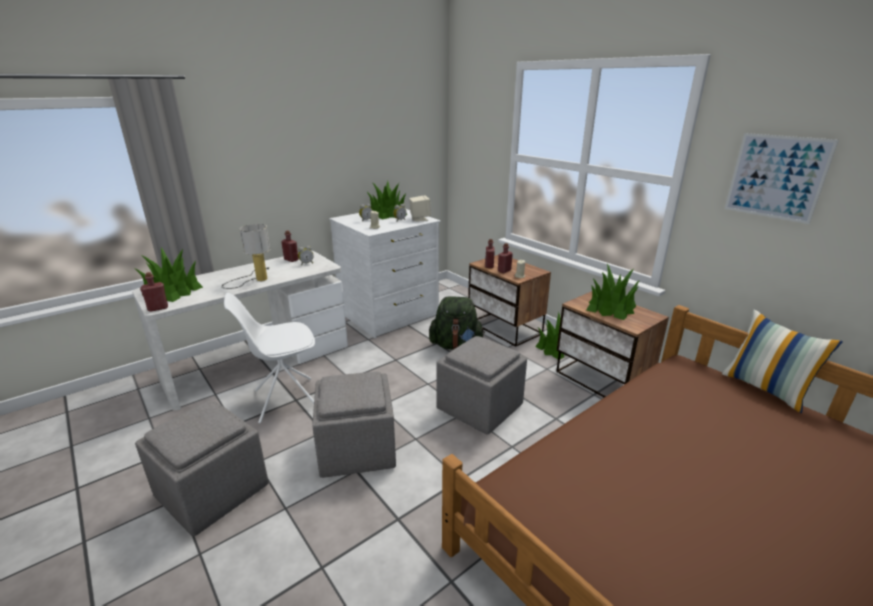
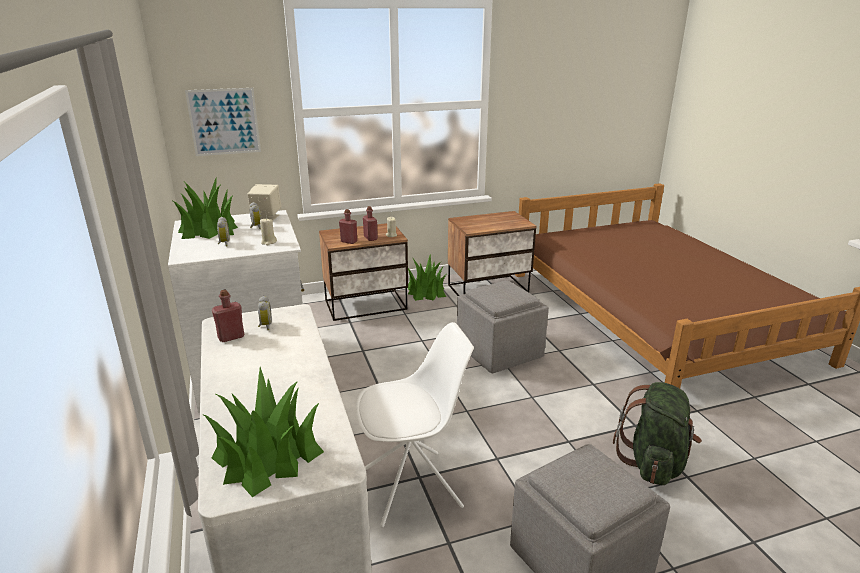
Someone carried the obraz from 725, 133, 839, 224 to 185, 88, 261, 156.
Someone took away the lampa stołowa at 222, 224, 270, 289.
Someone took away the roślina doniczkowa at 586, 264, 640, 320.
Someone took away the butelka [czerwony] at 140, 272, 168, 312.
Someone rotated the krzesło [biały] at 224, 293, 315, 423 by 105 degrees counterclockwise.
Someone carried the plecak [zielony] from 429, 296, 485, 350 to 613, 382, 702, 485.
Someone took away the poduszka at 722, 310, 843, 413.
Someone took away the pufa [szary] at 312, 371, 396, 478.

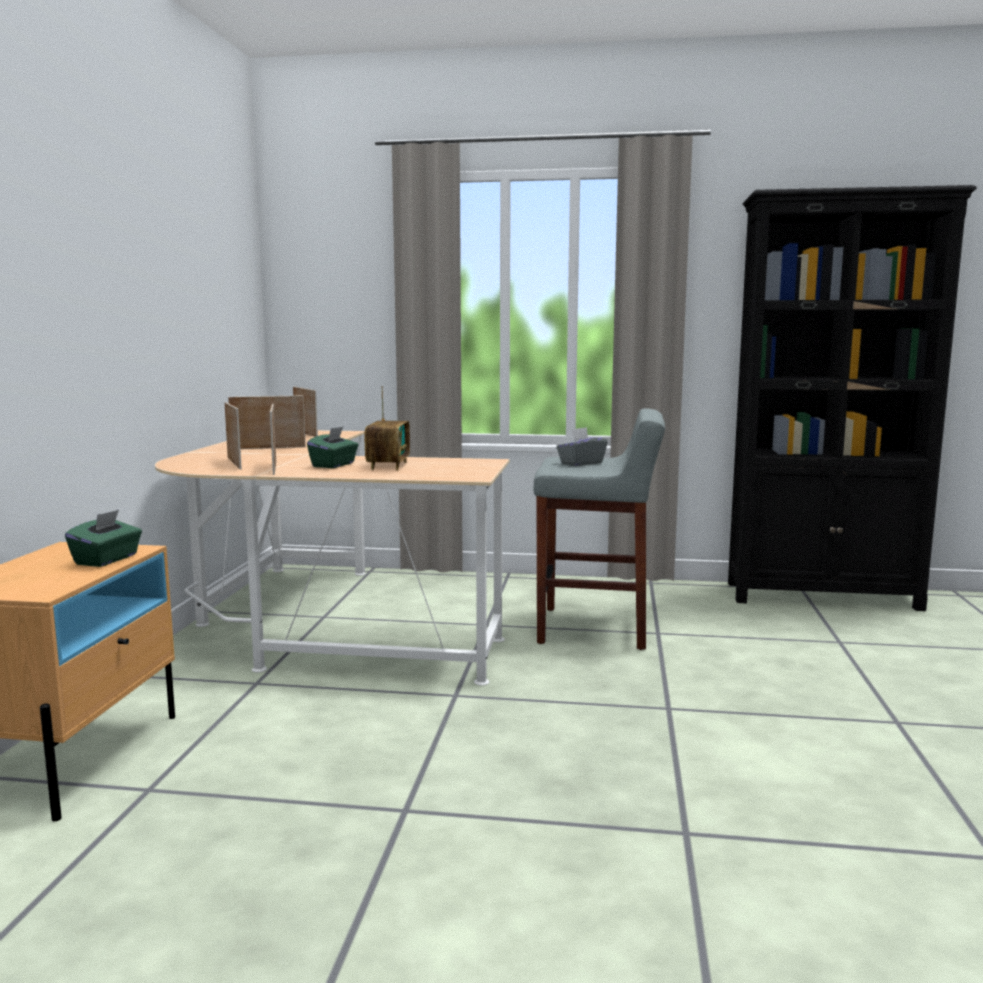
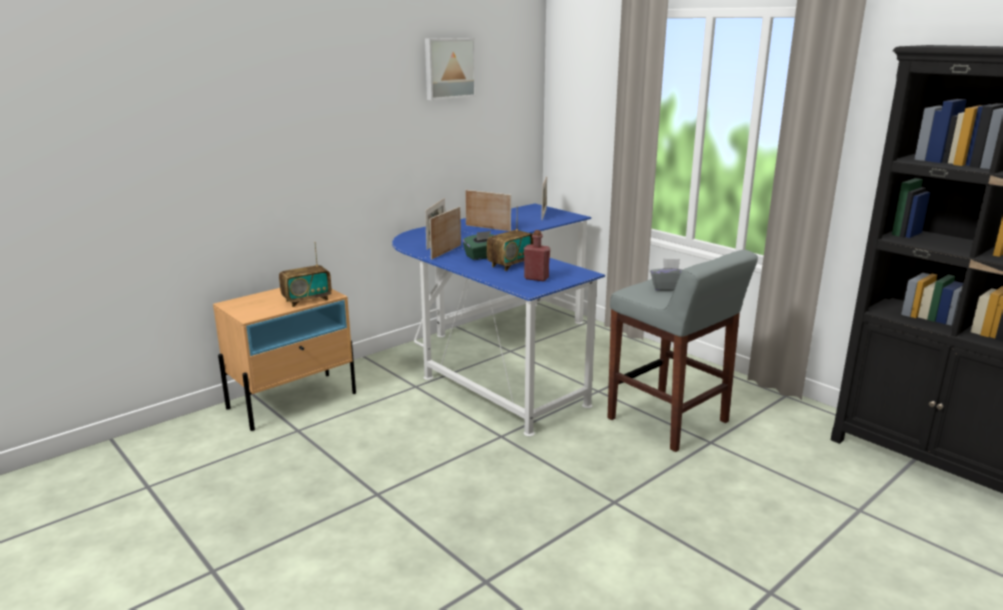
Someone repainted the biurko [beżowy] at 155, 430, 510, 686, which became the biurko [niebieski] at 392, 204, 605, 436.
Someone swapped the pudełko chusteczek [zielony] at 65, 510, 142, 567 for the radio at 279, 242, 332, 307.
Someone put up the obraz at 425, 38, 476, 100.
Someone put down the butelka [czerwony] at 524, 230, 550, 281.

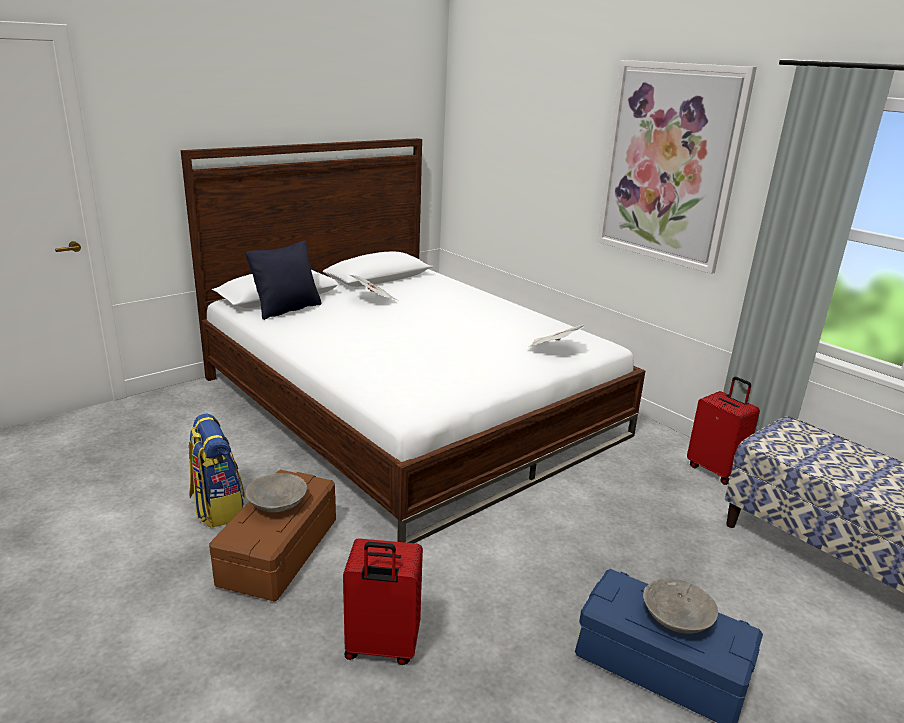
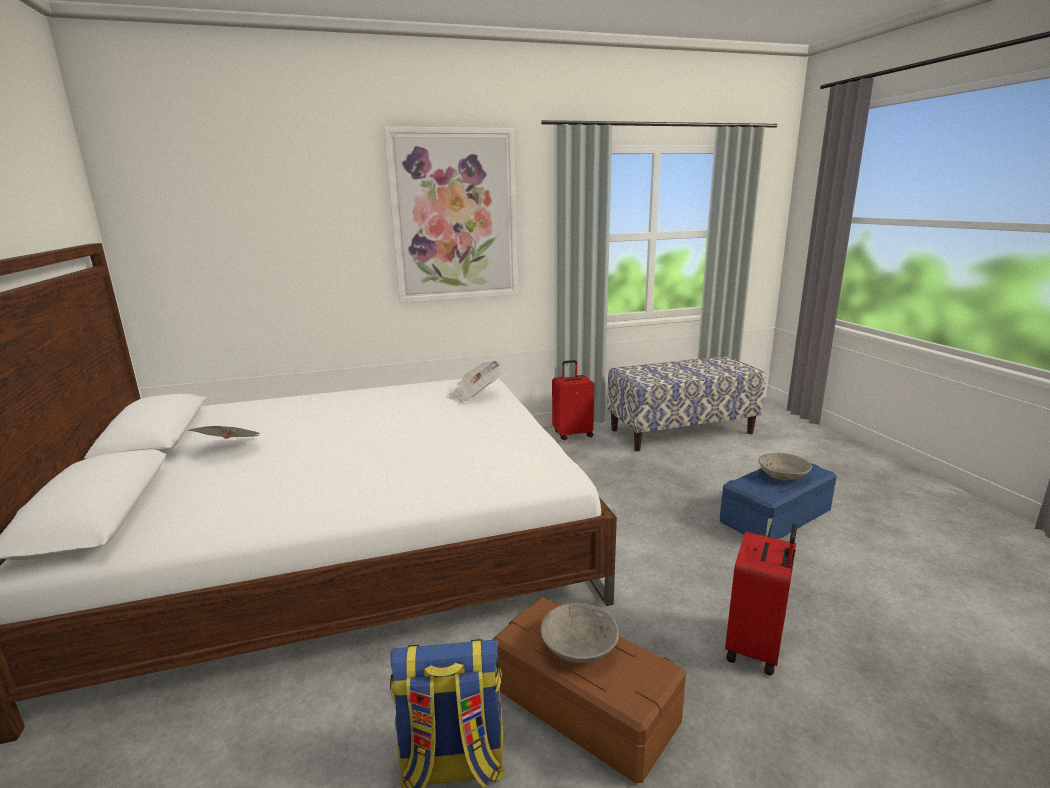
Someone took away the poduszka [czarny] at 246, 241, 321, 320.

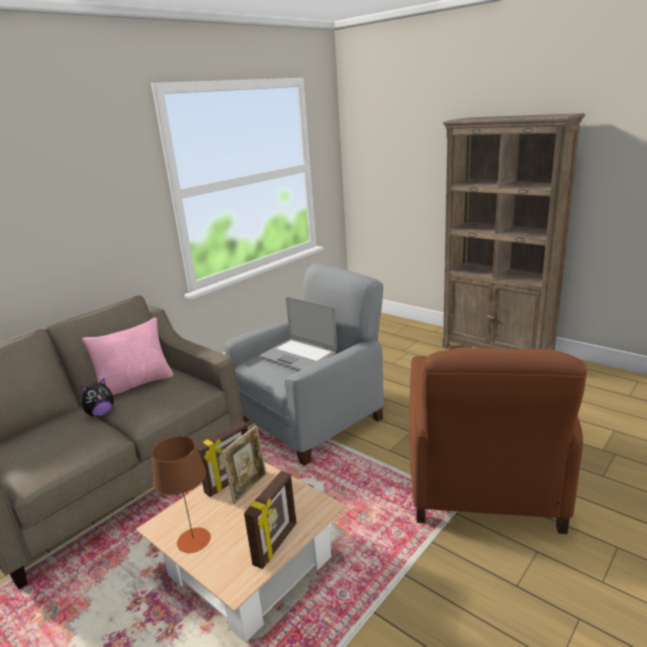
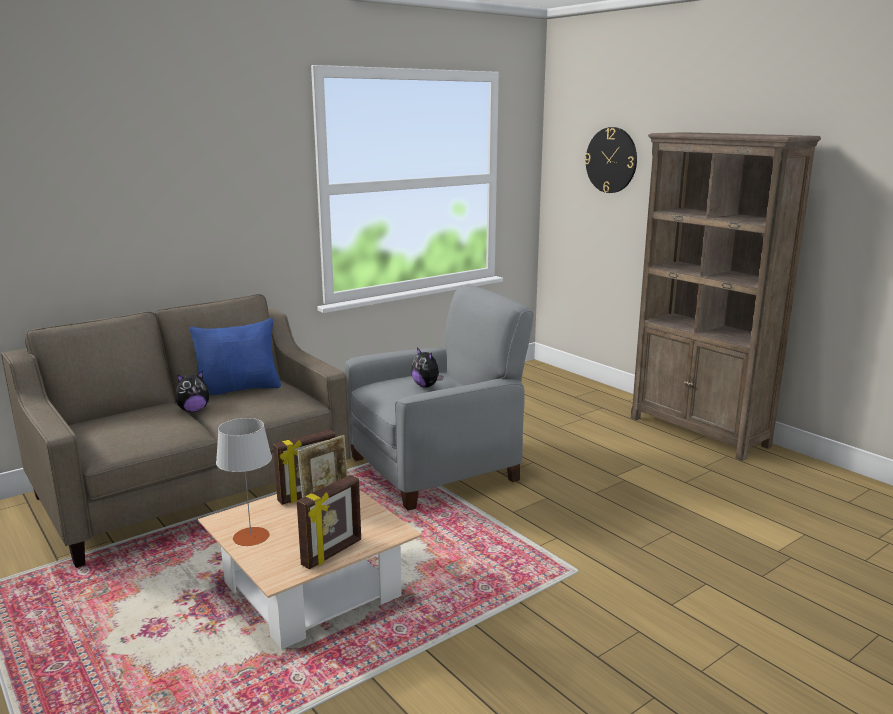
Someone swapped the laptop at 260, 297, 337, 370 for the pluszak at 411, 348, 443, 388.
Someone repainted the poduszka [różowy] at 82, 317, 173, 395, which became the poduszka [niebieski] at 189, 318, 281, 395.
Someone took away the fotel [brązowy] at 409, 348, 587, 534.
Someone repainted the lampa stołowa [brązowy] at 152, 436, 211, 553, which became the lampa stołowa [szary] at 216, 418, 272, 546.
Someone put up the zegar ścienny at 584, 127, 637, 193.

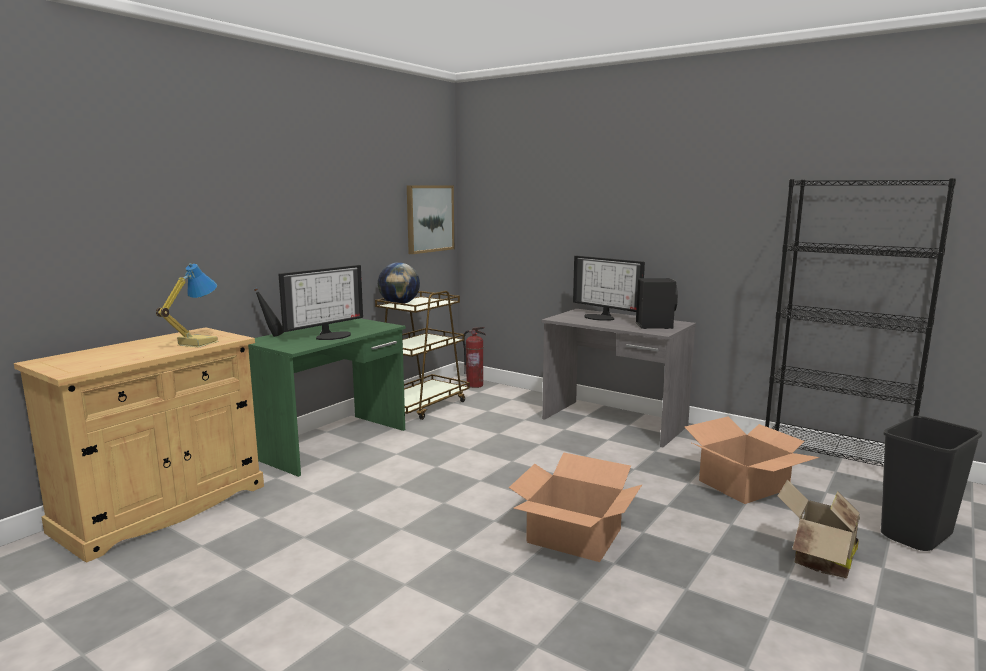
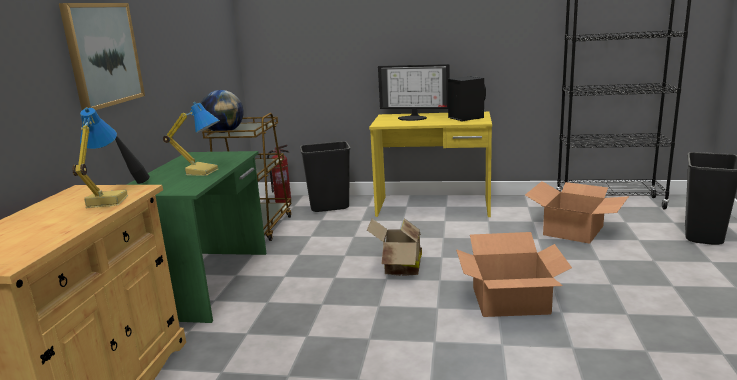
Someone carried the obraz from 407, 185, 454, 254 to 59, 3, 145, 110.
Someone swapped the monitor at 278, 265, 363, 340 for the lampa stołowa at 163, 102, 220, 176.
Someone repainted the biurko [szary] at 542, 309, 696, 447, which became the biurko [żółty] at 369, 112, 492, 217.
Someone carried the karton from 778, 479, 860, 578 to 367, 218, 422, 276.
Someone put down the kosz na śmieci [czarny] at 300, 141, 350, 212.

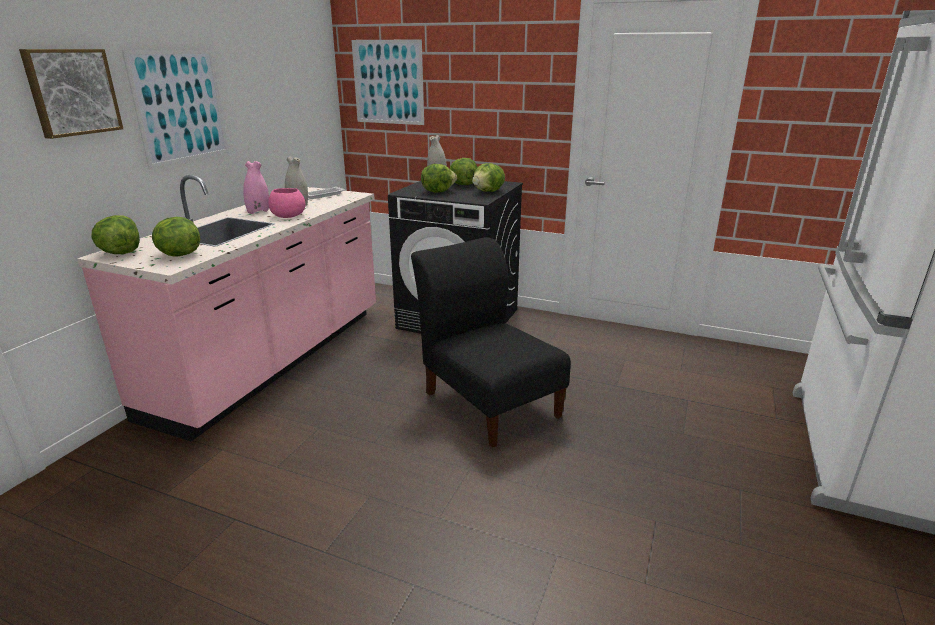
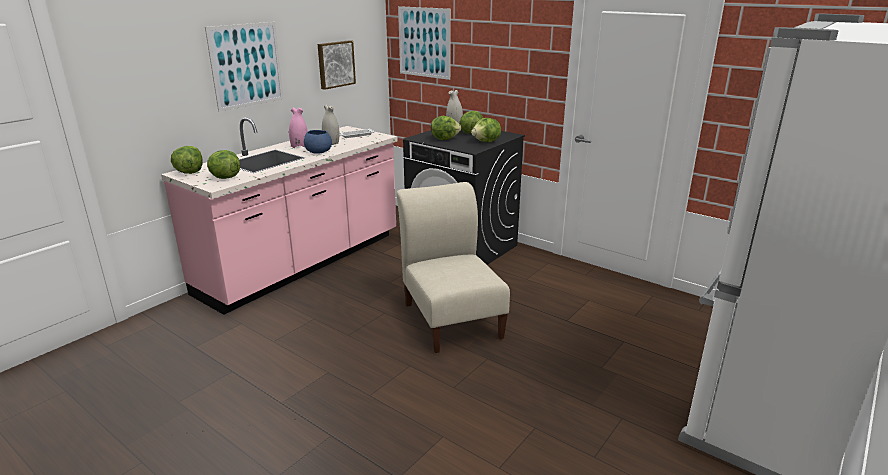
Someone carried the obraz from 19, 49, 123, 139 to 318, 40, 356, 90.
Someone repainted the miska [różowy] at 268, 188, 305, 218, which became the miska [niebieski] at 304, 130, 332, 154.
Someone repainted the krzesło [czarny] at 411, 237, 571, 448, which became the krzesło [beżowy] at 397, 182, 510, 353.

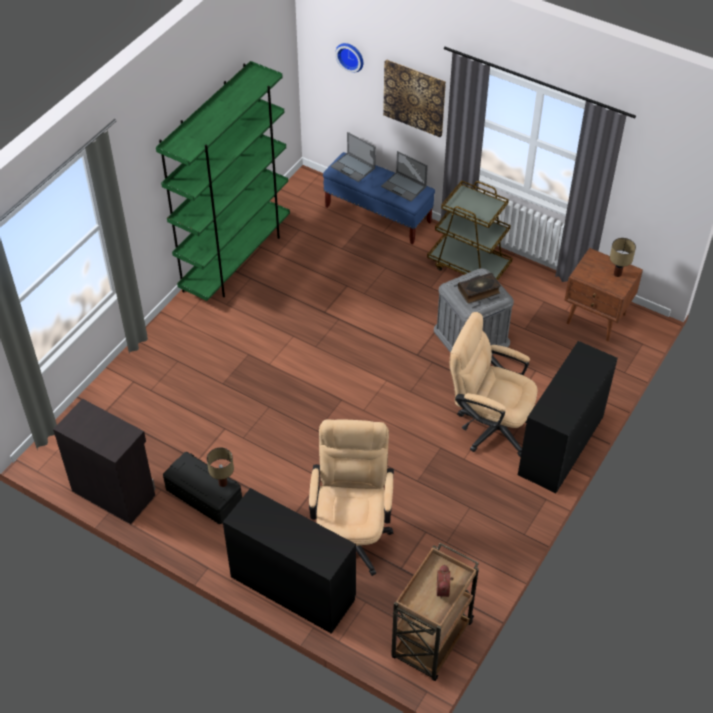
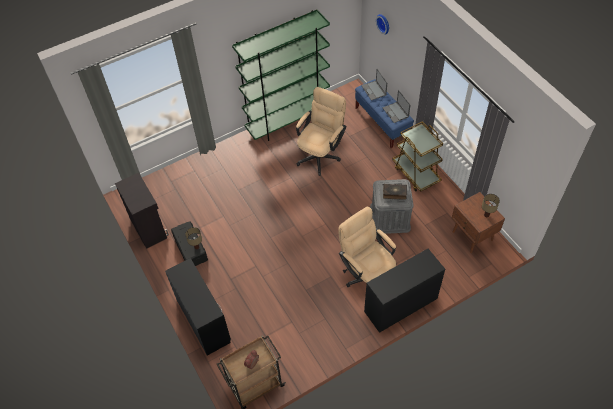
Someone took away the obraz at 383, 59, 446, 137.
Someone carried the krzesło biurowe [beżowy] from 309, 419, 394, 576 to 296, 87, 346, 176.

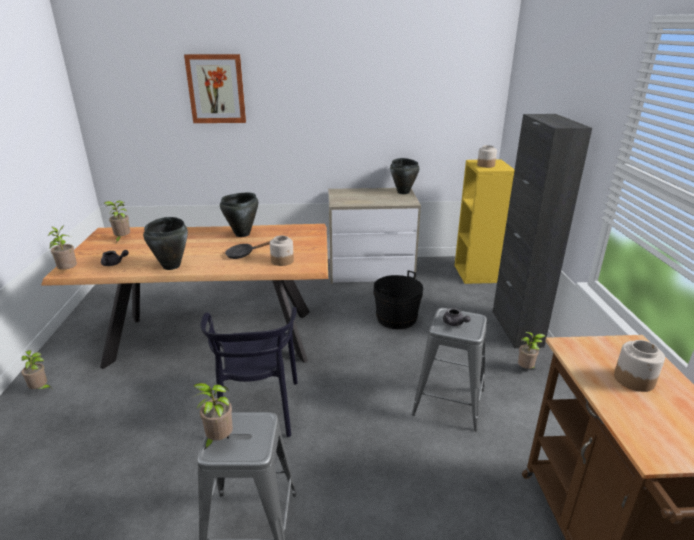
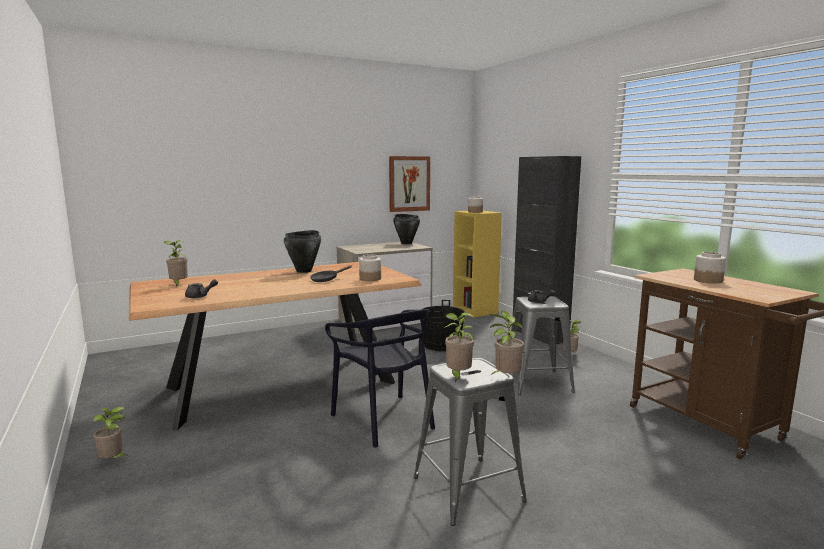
Someone carried the obraz from 184, 54, 246, 123 to 389, 156, 430, 212.
Someone took away the garnek [czarny] at 143, 217, 188, 270.
Someone carried the roślina doniczkowa from 48, 226, 77, 270 to 489, 311, 524, 375.

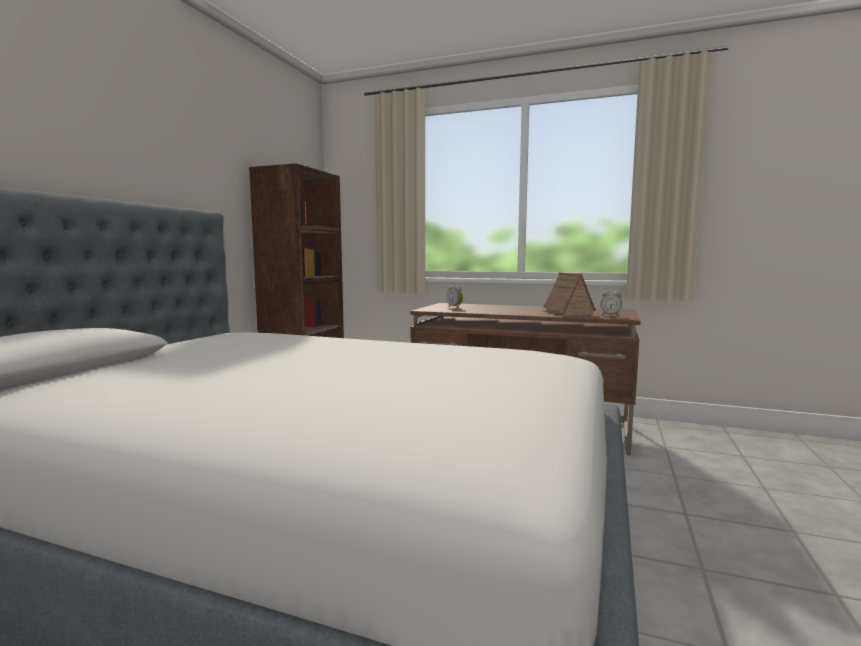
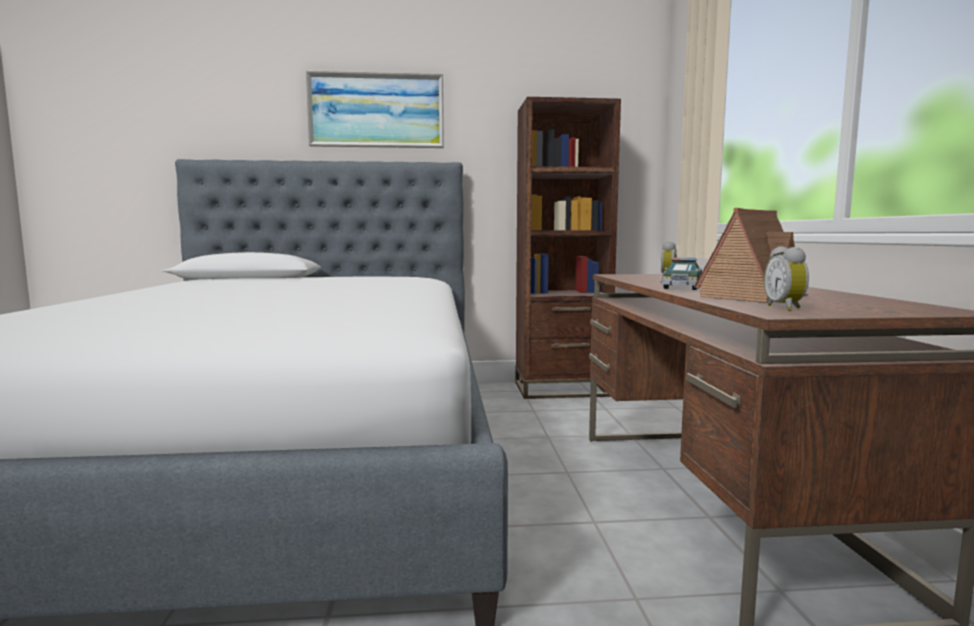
Someone put up the obraz at 305, 70, 444, 148.
Someone put down the samochodzik at 660, 258, 702, 290.

